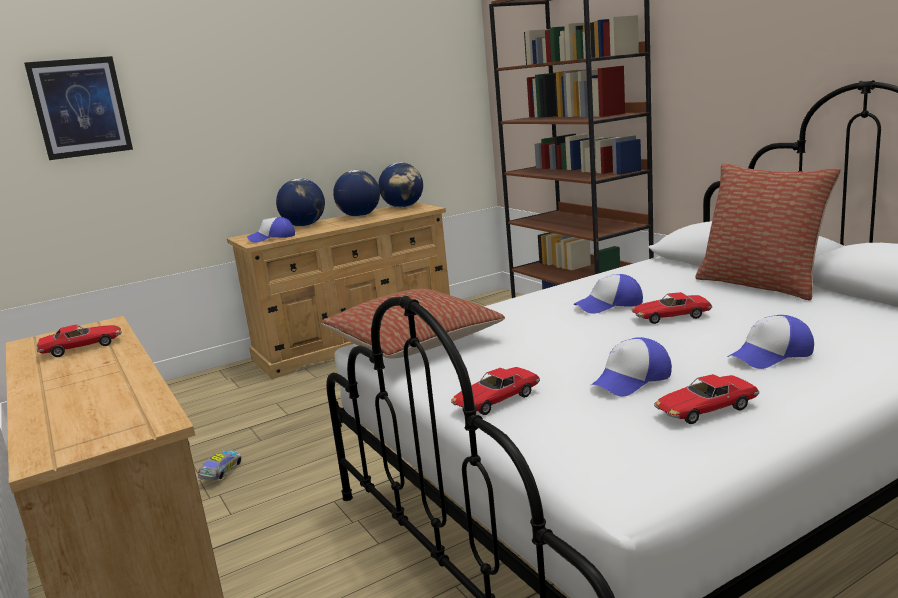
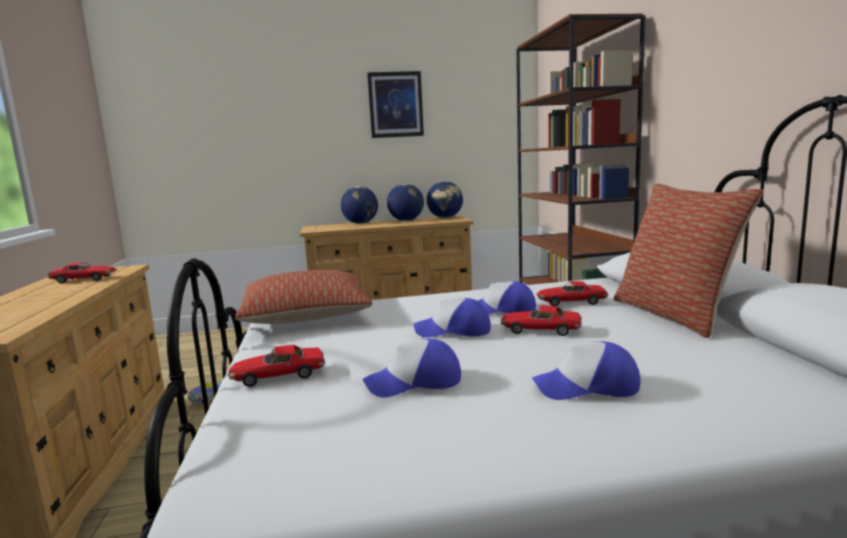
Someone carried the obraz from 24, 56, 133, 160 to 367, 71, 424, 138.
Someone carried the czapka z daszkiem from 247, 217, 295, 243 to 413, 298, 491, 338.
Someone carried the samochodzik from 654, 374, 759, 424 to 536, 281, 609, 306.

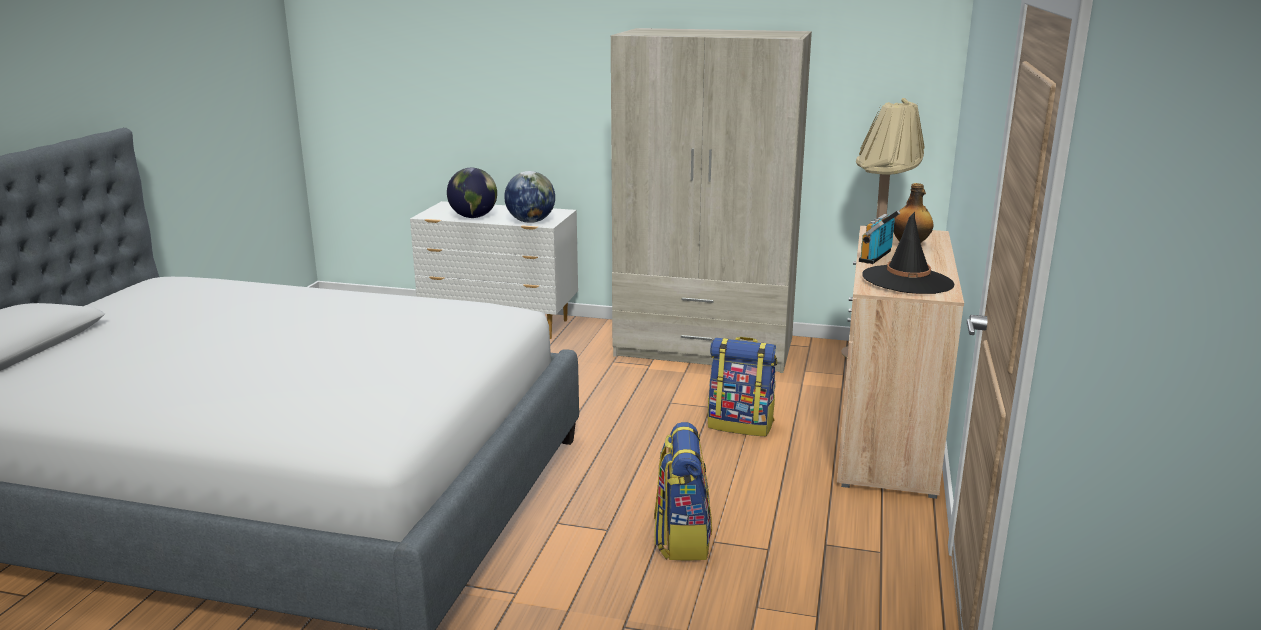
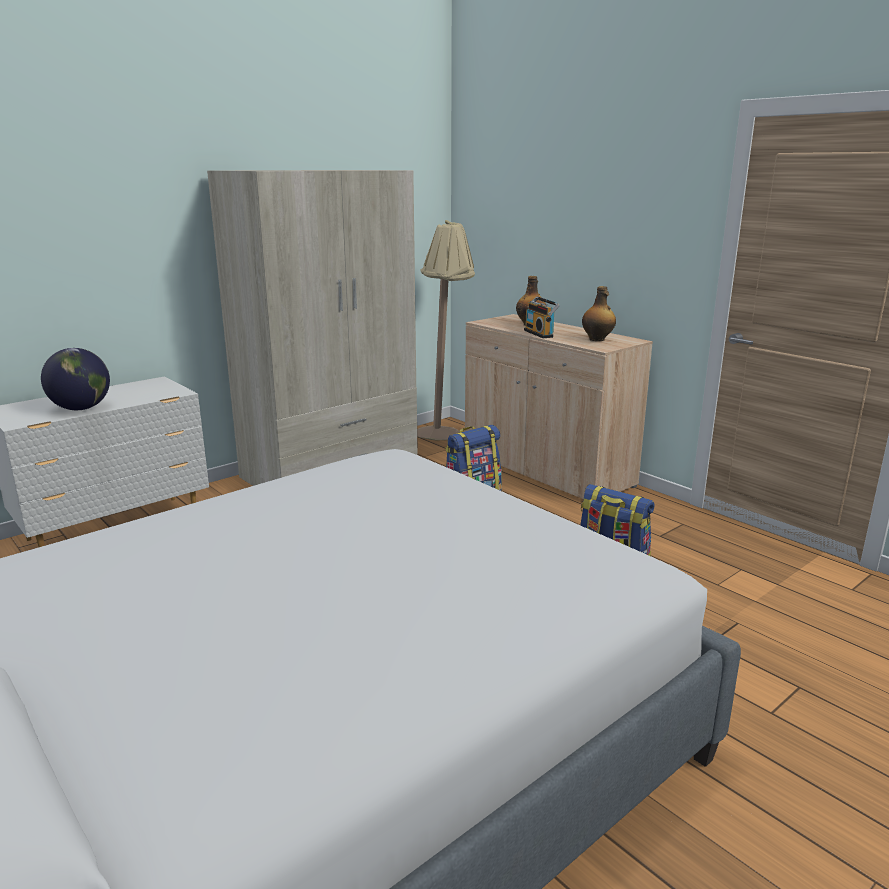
Someone took away the globus at 504, 171, 555, 223.
Someone swapped the kapelusz [czarny] at 862, 212, 954, 294 for the butelka at 582, 286, 616, 341.

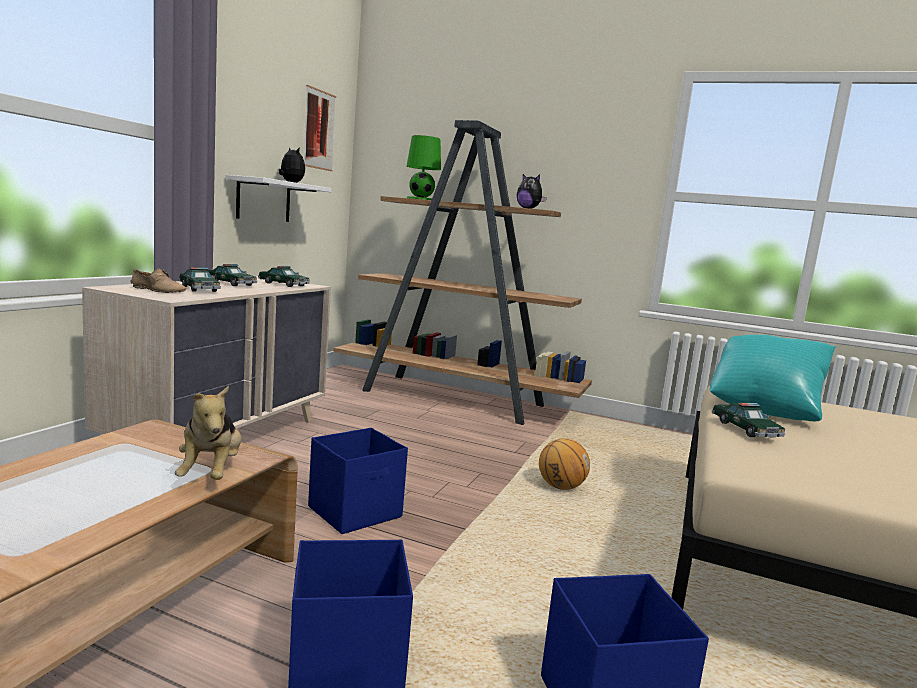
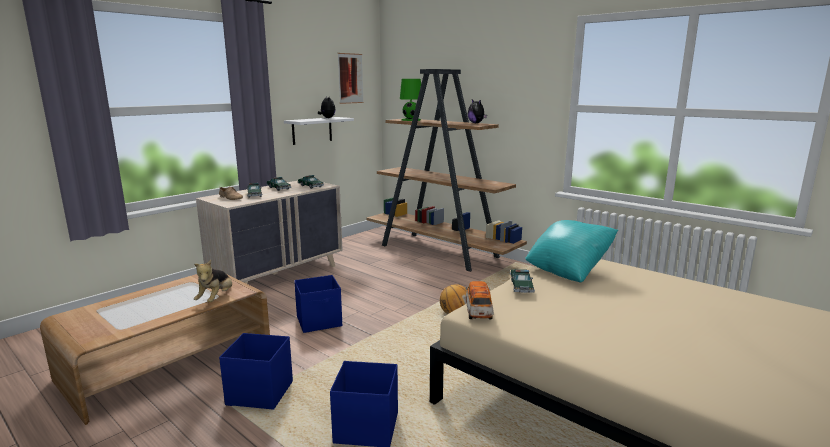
Someone put down the samochodzik at 466, 281, 494, 320.

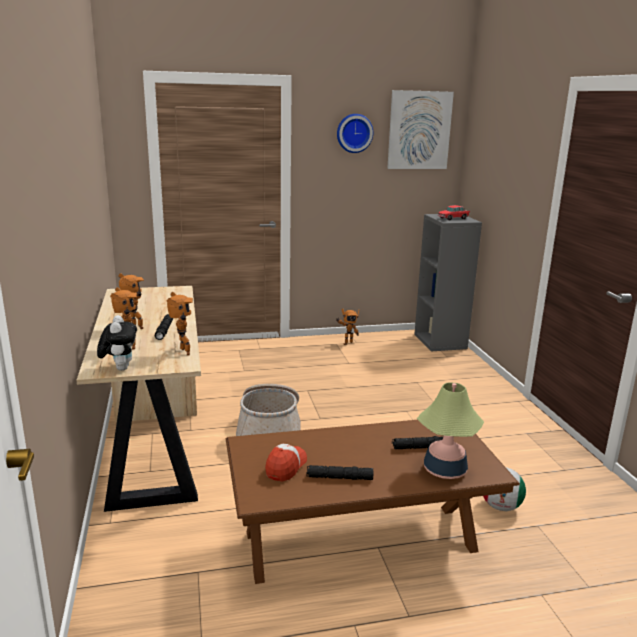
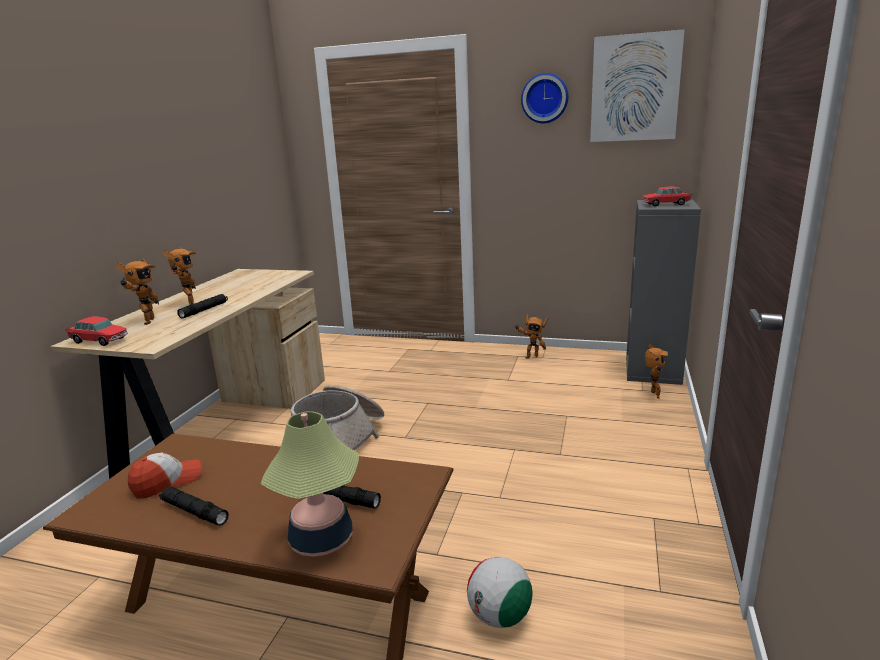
Someone carried the robot zabawkowy from 167, 292, 193, 355 to 645, 344, 668, 399.
Someone swapped the pluszak at 97, 315, 137, 371 for the samochodzik at 65, 316, 128, 346.

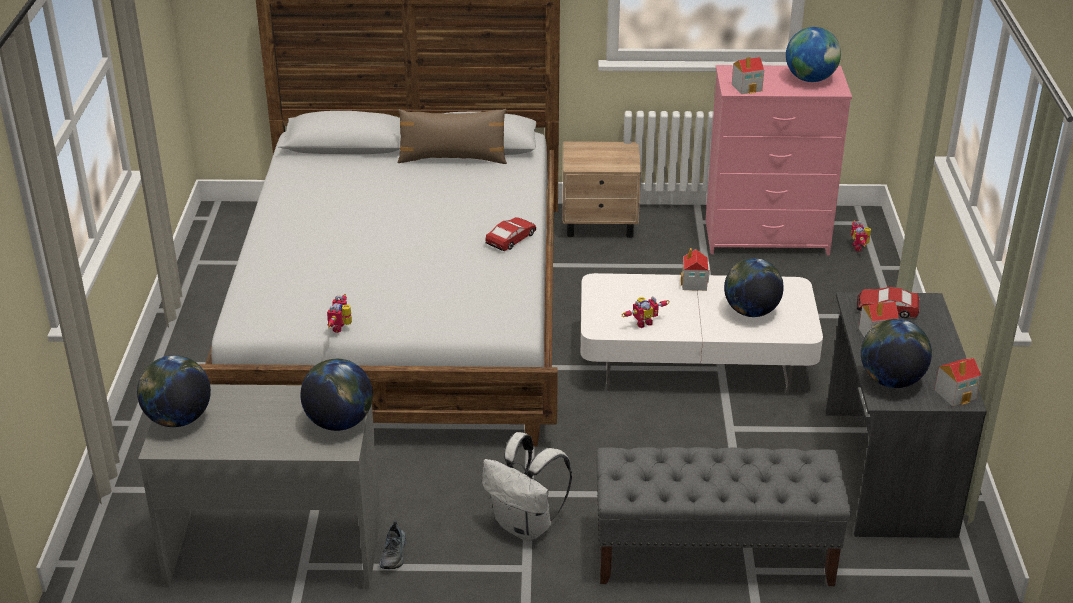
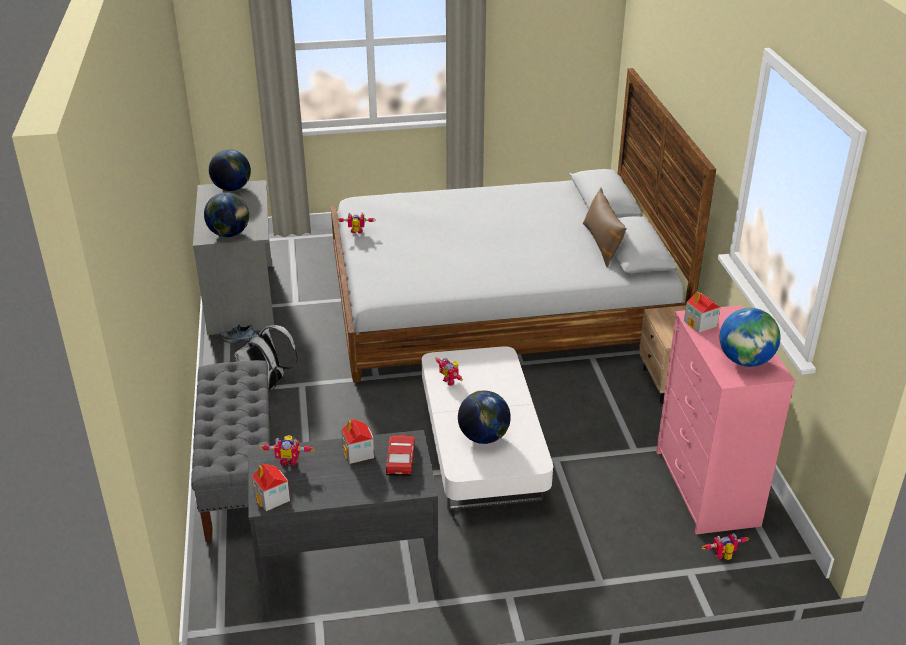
Someone took away the samochodzik at 485, 217, 536, 251.
Someone took away the domek at 681, 248, 710, 291.
Someone swapped the globus at 861, 319, 932, 388 for the robot zabawkowy at 259, 435, 315, 466.

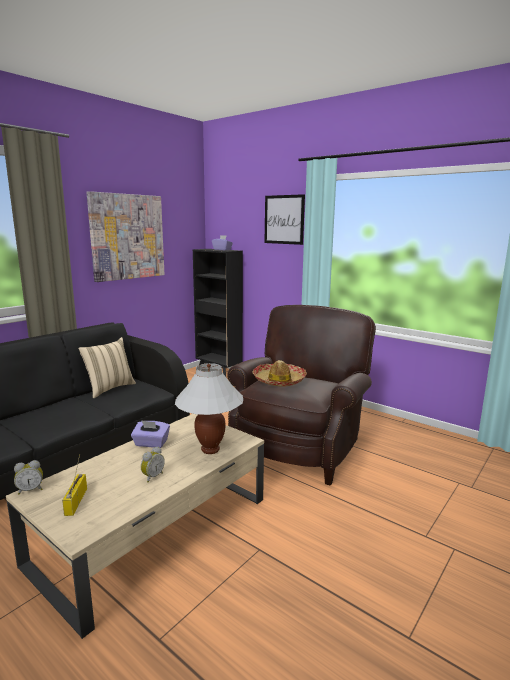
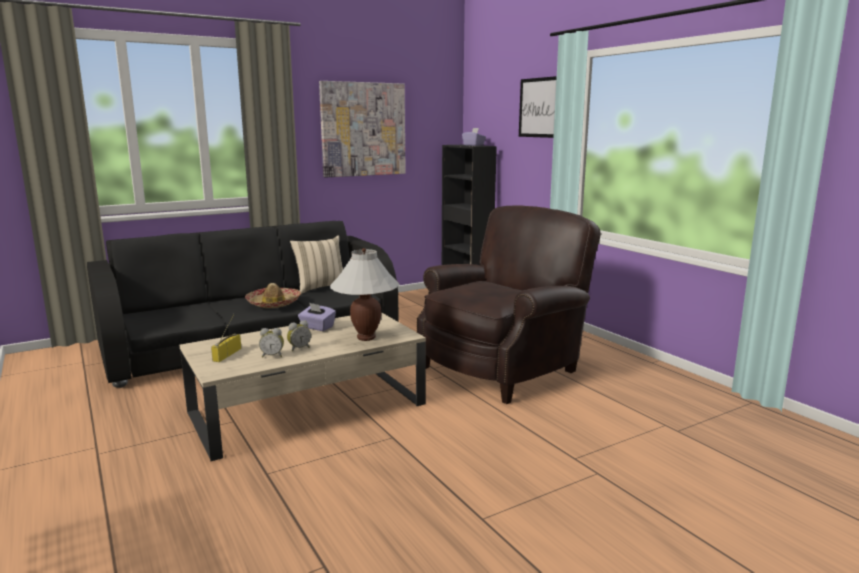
Someone carried the kapelusz from 252, 360, 307, 387 to 245, 283, 301, 308.
Someone carried the budzik from 14, 460, 43, 494 to 259, 328, 284, 357.

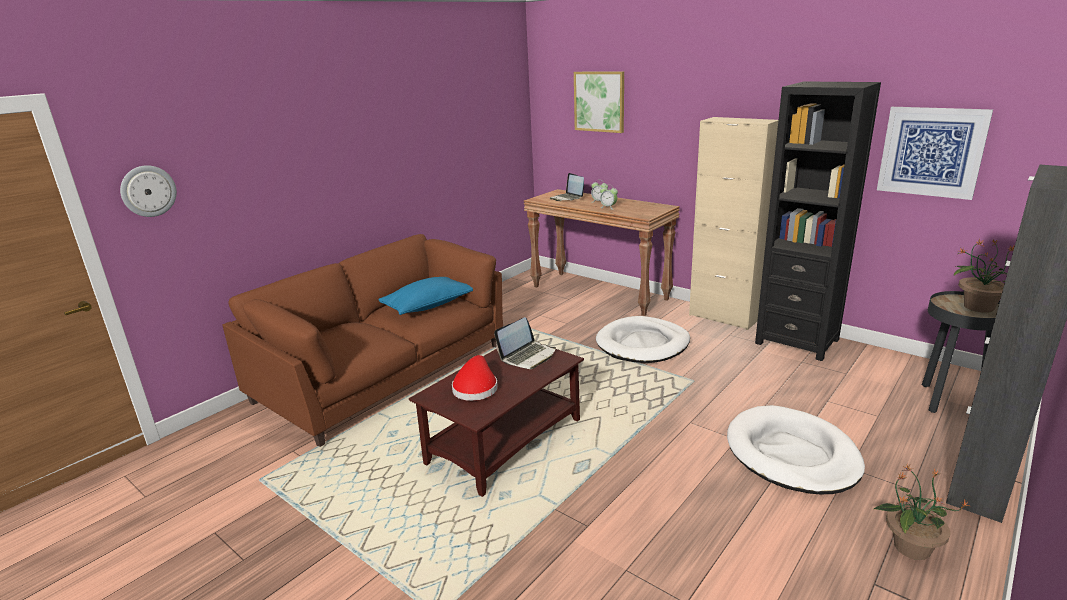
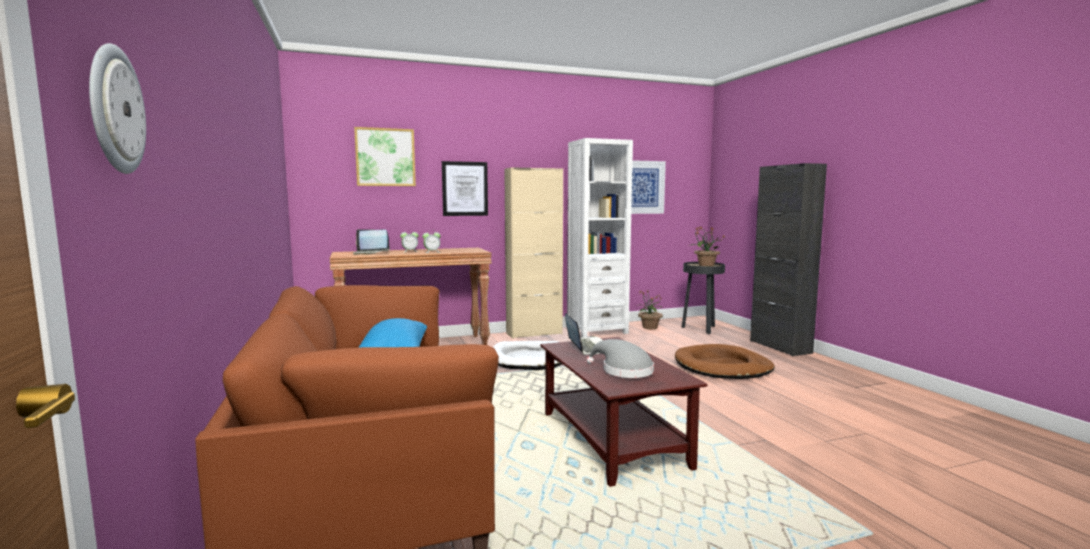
Someone repainted the regał [czarny] at 755, 82, 881, 361, which became the regał [biały] at 567, 138, 633, 337.
Someone repainted the kapelusz [czerwony] at 452, 355, 498, 401, which became the kapelusz [szary] at 587, 339, 654, 378.
Someone repainted the legowisko [biały] at 727, 405, 865, 494, which became the legowisko [brązowy] at 675, 344, 775, 379.
Someone carried the roślina doniczkowa from 874, 465, 969, 560 to 636, 290, 663, 329.
Someone put up the obraz at 442, 161, 488, 216.

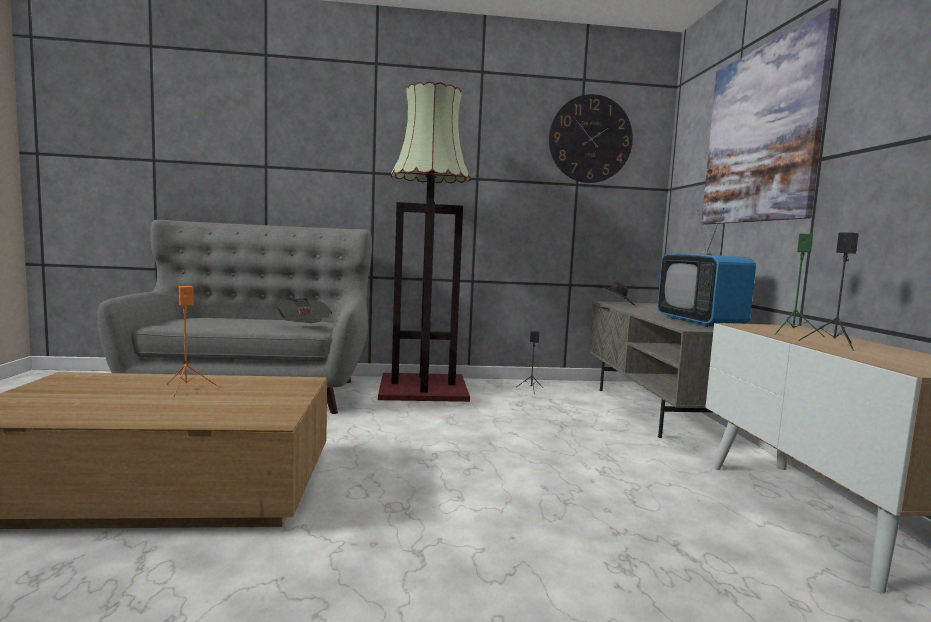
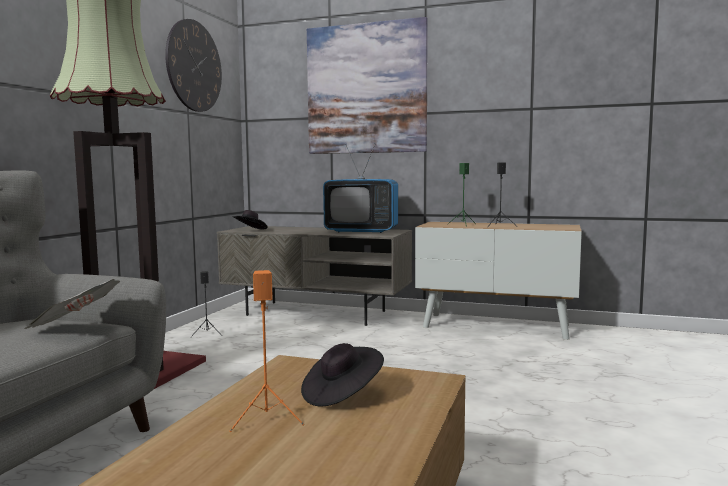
Someone put down the kapelusz [czarny] at 301, 343, 384, 406.

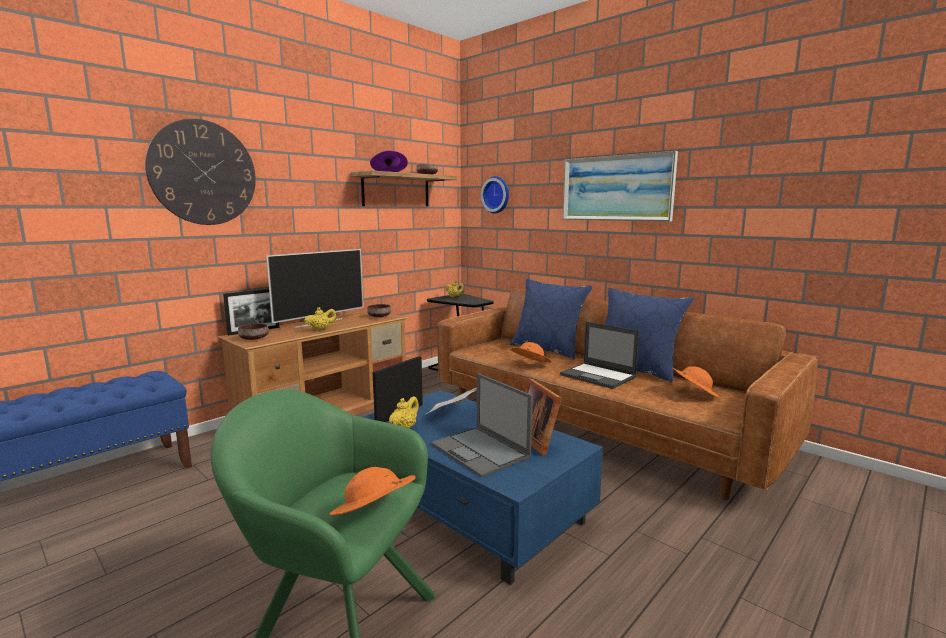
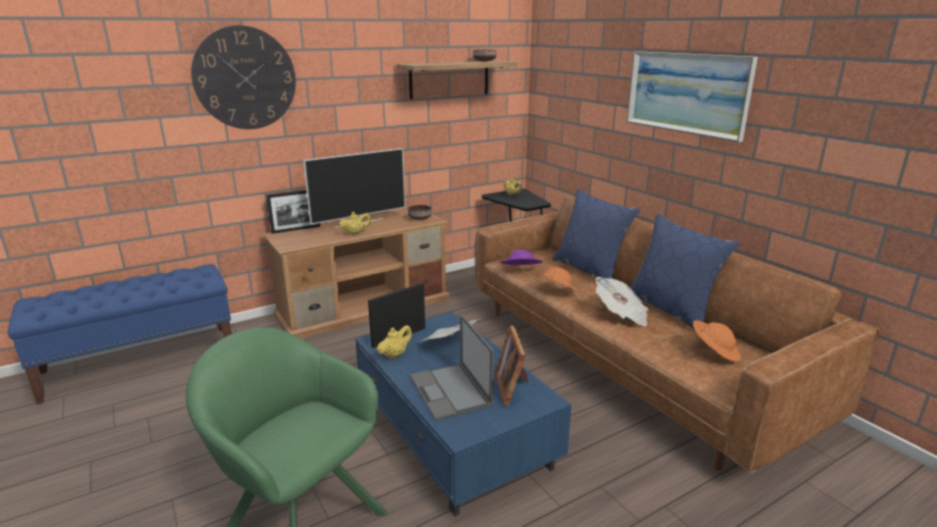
Someone carried the kapelusz [fioletowy] from 370, 150, 408, 172 to 500, 249, 543, 265.
Someone took away the zegar ścienny at 481, 176, 509, 214.
Someone swapped the laptop at 560, 322, 639, 389 for the gazeta at 596, 277, 649, 326.
Someone took away the miska [brązowy] at 238, 324, 269, 340.
Someone took away the kapelusz [pomarańczowy] at 329, 467, 416, 516.

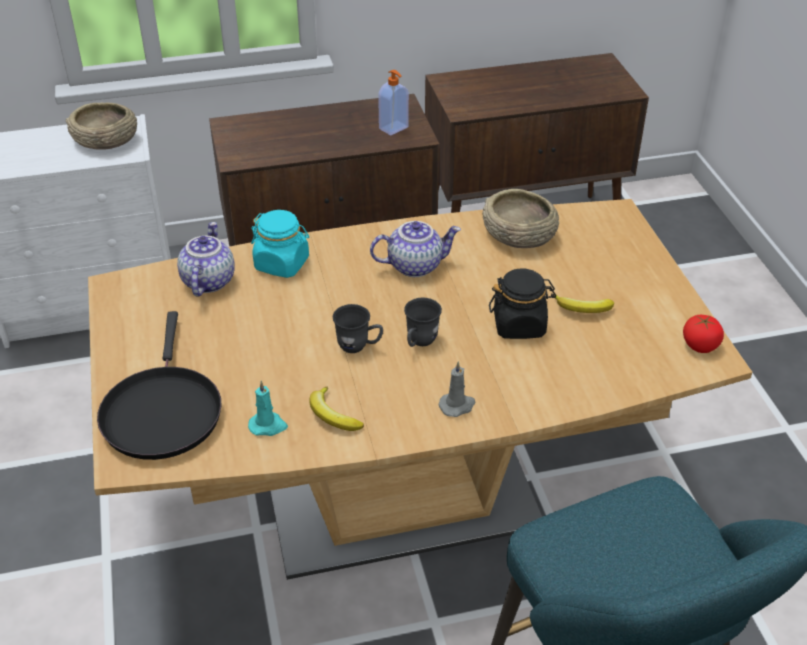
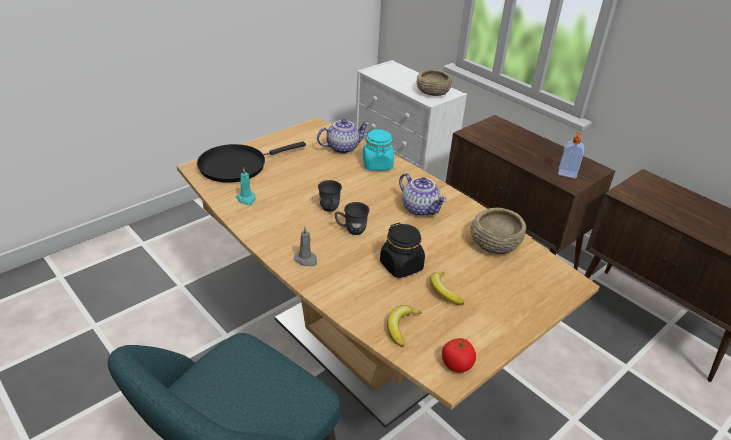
Someone carried the banan from 309, 386, 364, 431 to 387, 305, 422, 347.

